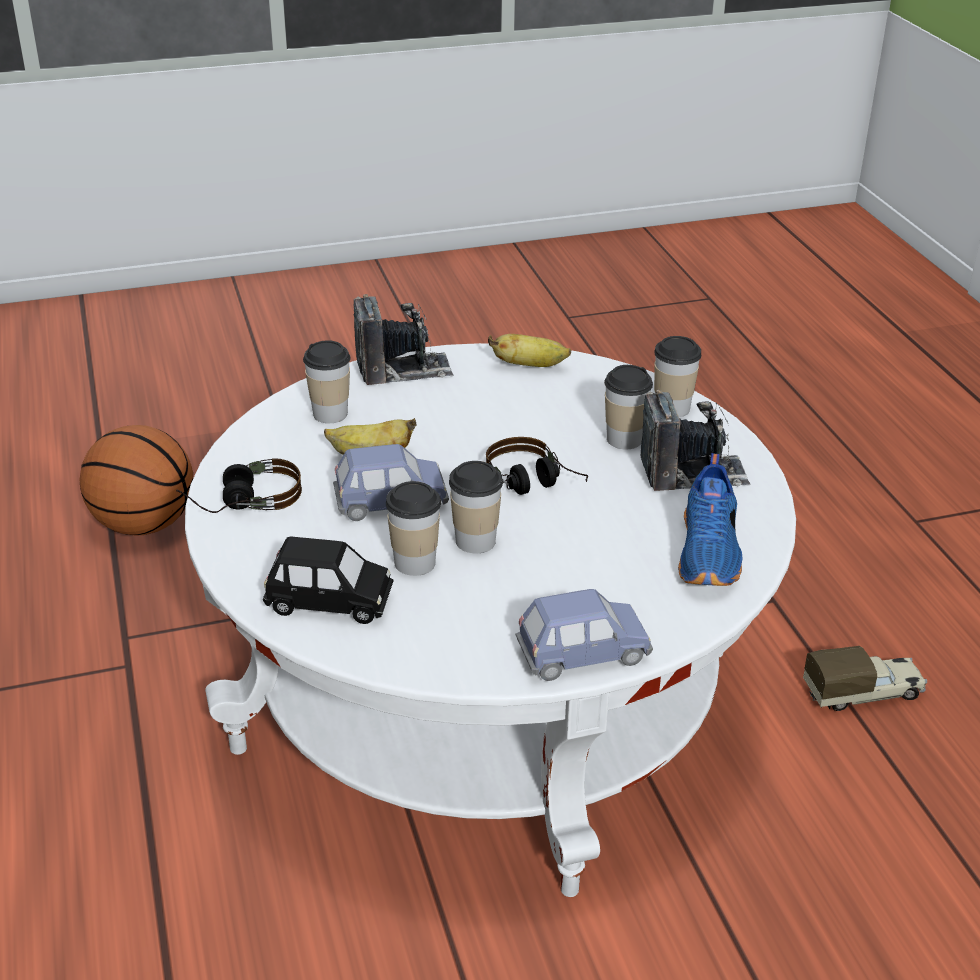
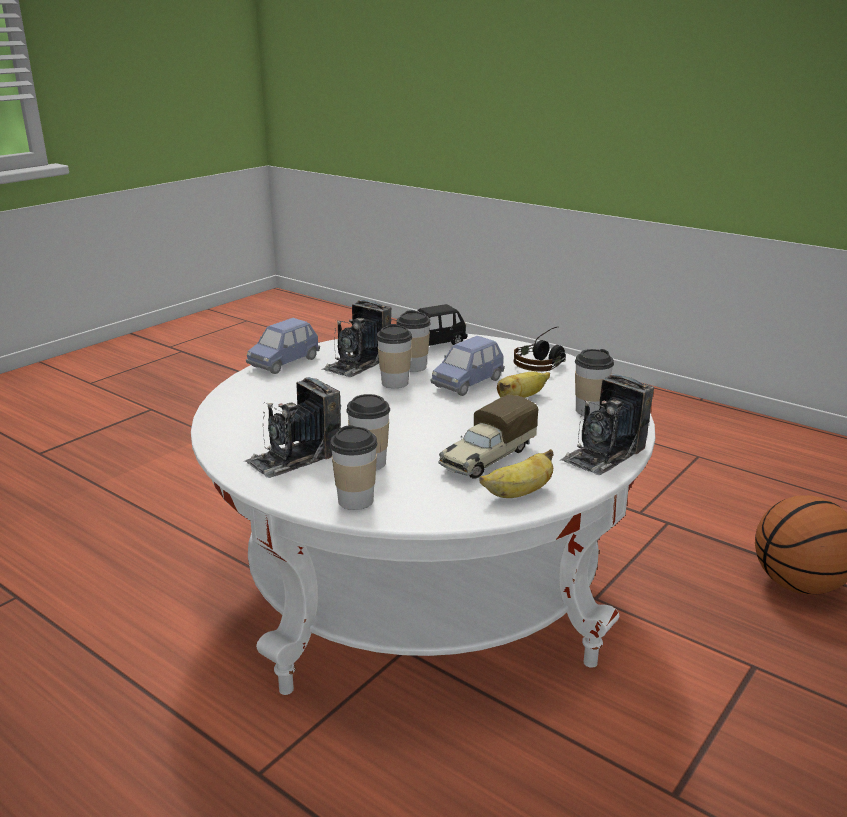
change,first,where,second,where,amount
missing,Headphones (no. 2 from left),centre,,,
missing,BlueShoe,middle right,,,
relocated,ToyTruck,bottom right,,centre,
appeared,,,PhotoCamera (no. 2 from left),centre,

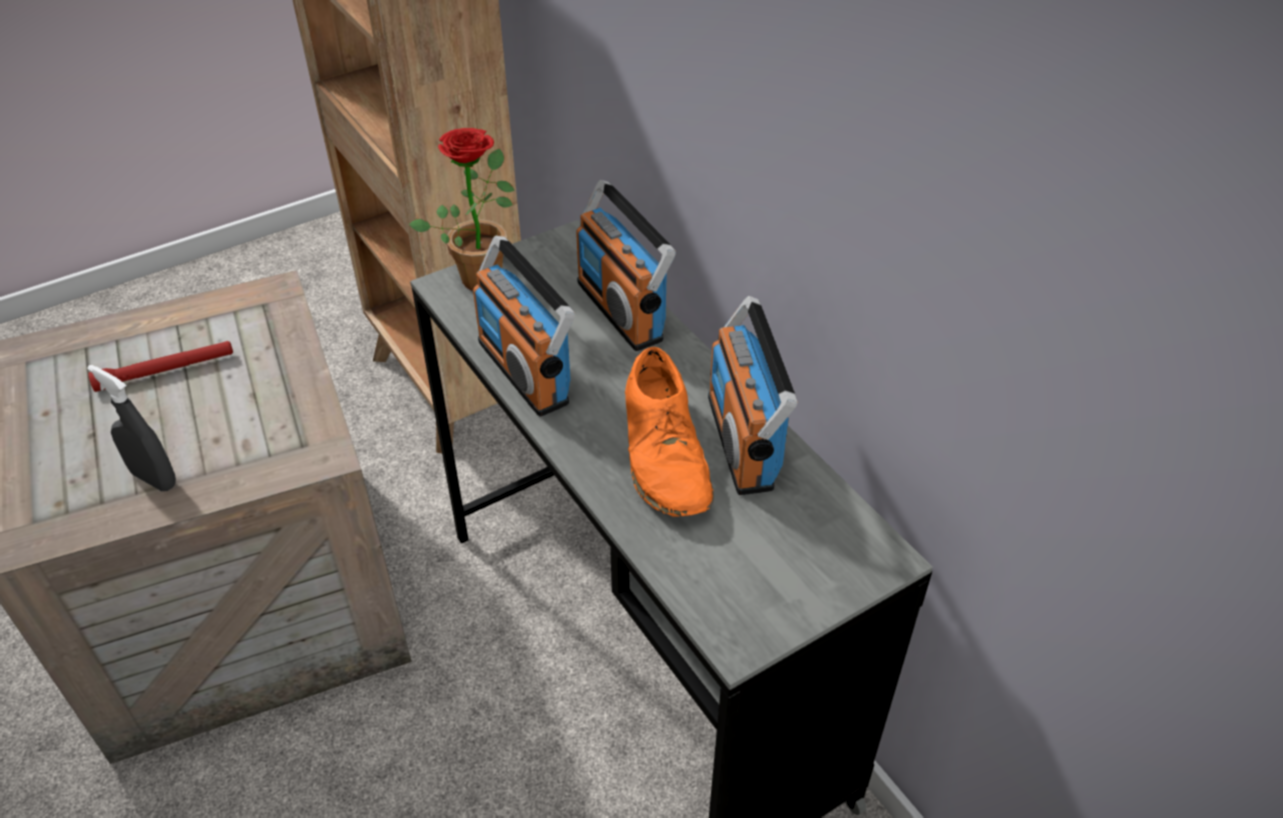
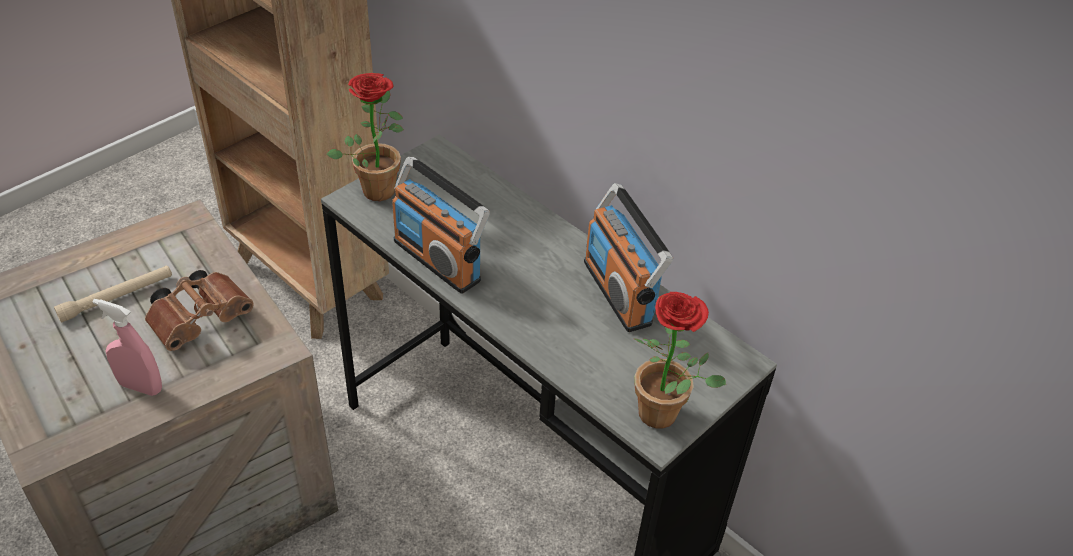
change,first,where,second,where,amount
colour,GraySprayBottle,middle left,PinkSprayBottle,middle left,
colour,RedTorch,middle left,SandColouredTorch,middle left,
missing,RadioSet (no. 2 from left),top centre,,,
missing,OrangeyShoe,centre,,,
appeared,,,BrownishPairOfBinoculars,middle left,
appeared,,,PottedPlant (no. 2 from left),centre,

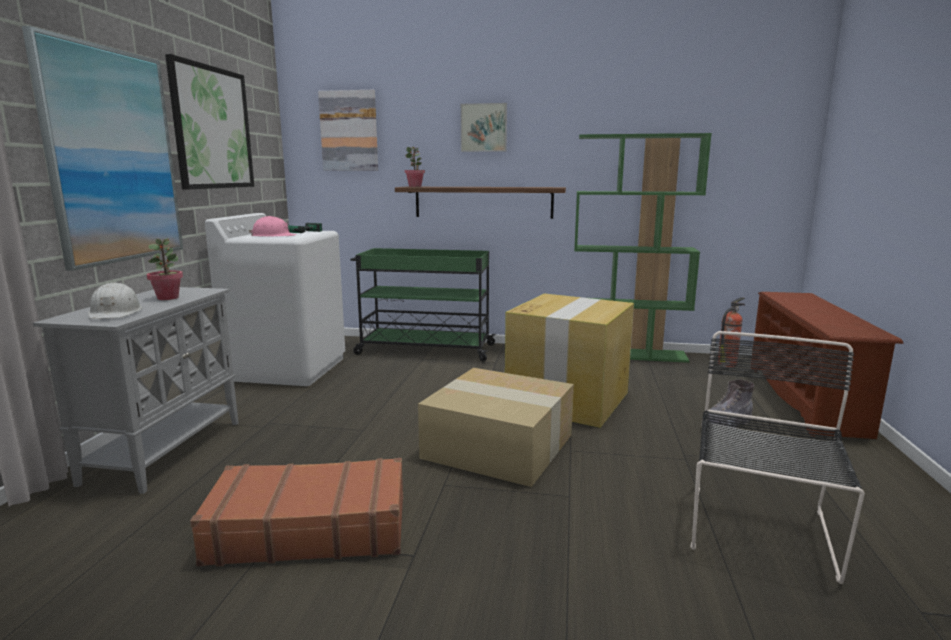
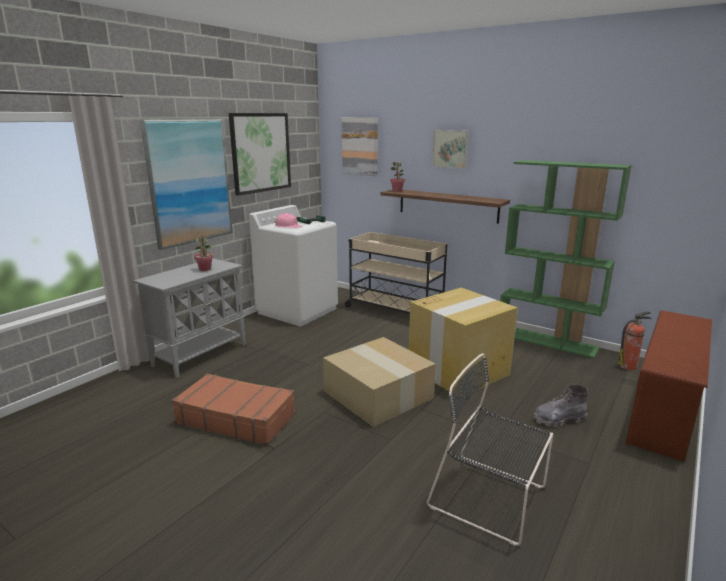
change,first,where,second,where,amount
missing,WhiteSafetyHelmet,middle left,,,
colour,GreenColouredWheeledCart,centre,SandColouredWheeledCart,centre,
spun,BlackColouredChair,bottom right,,bottom right,105 degrees counterclockwise

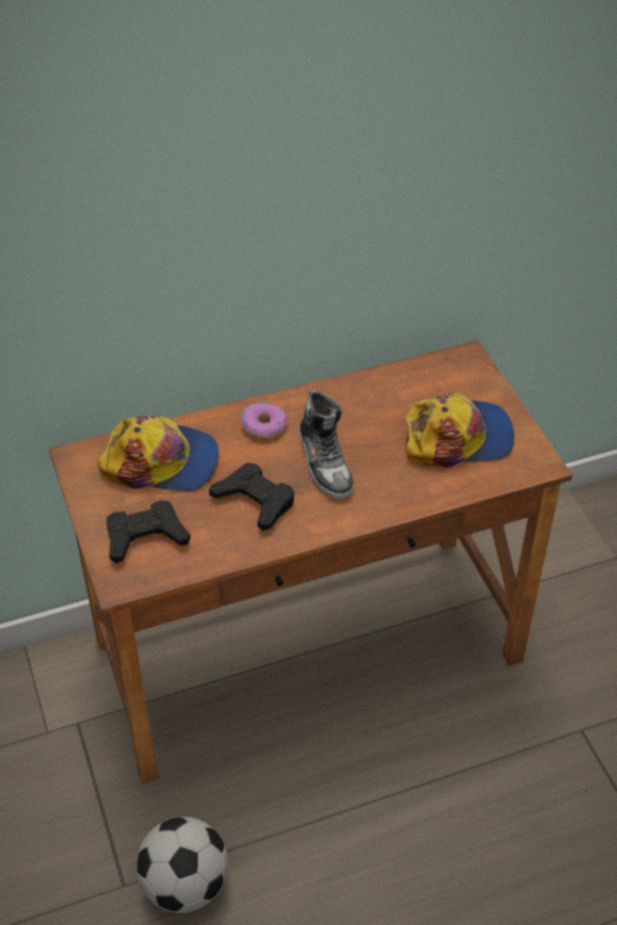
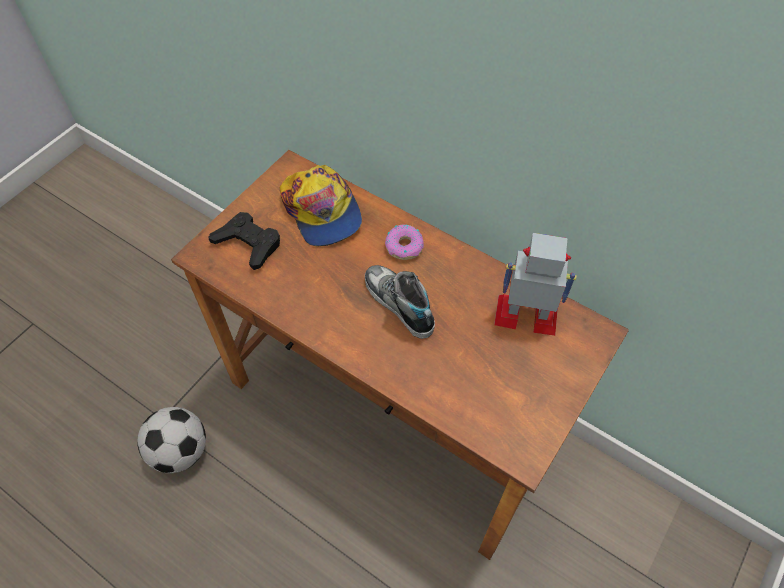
change,first,where,second,where,amount
missing,BlackColouredGamepad (no. 2 from left),centre,,,
spun,Shoe,centre,,centre,105 degrees clockwise
missing,PeakedCap (no. 2 from left),middle right,,,
appeared,,,ModelRobot,middle right,

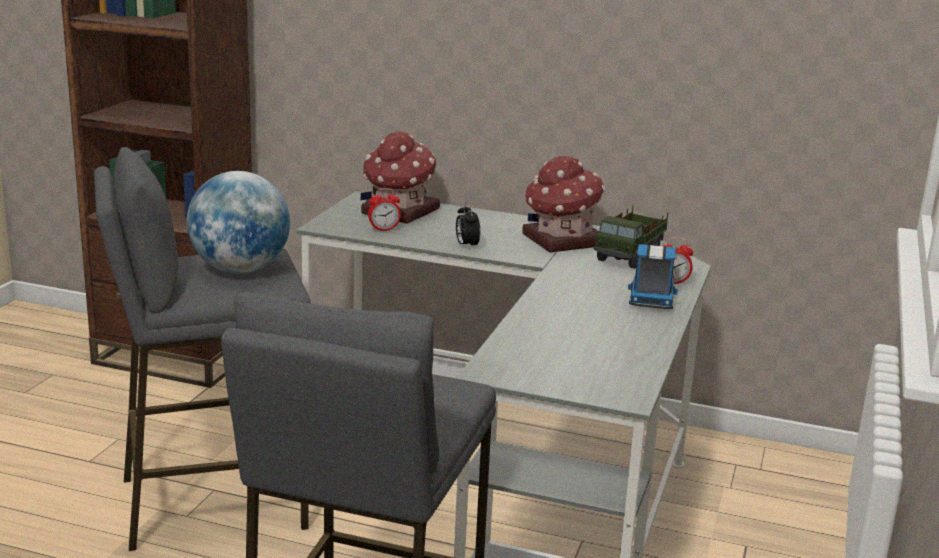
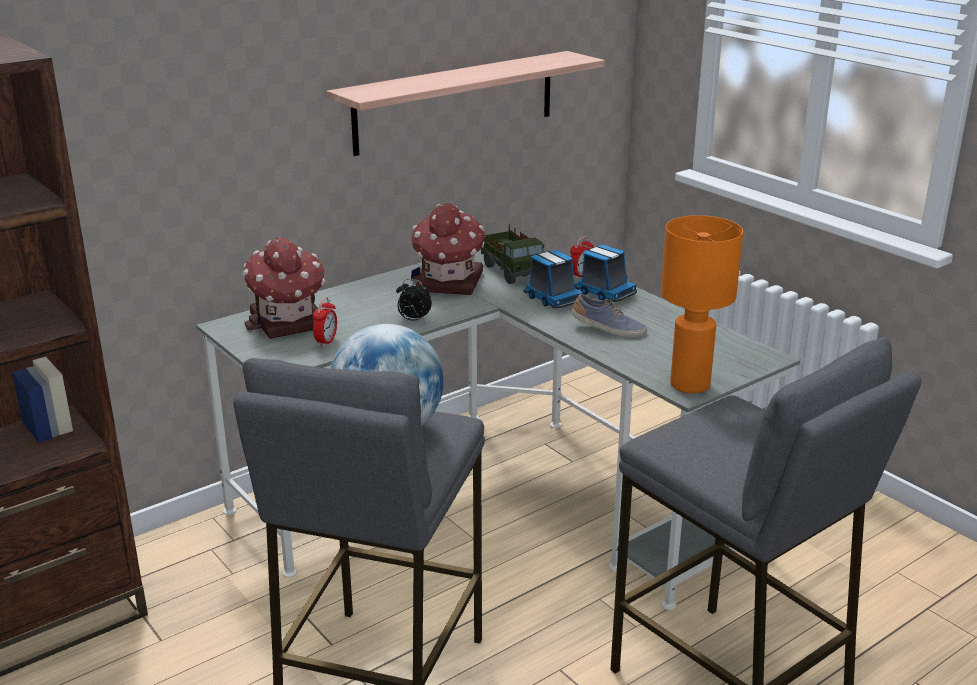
change,first,where,second,where,amount
appeared,,,BracketShelf,top centre,
appeared,,,ToyTruck (no. 2 from left),centre,
appeared,,,Shoe,centre,
appeared,,,OrangeyLampForATable,middle right,

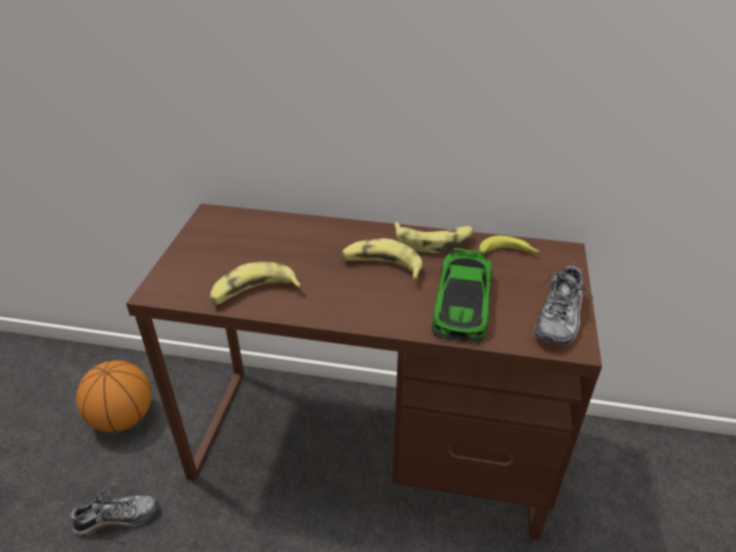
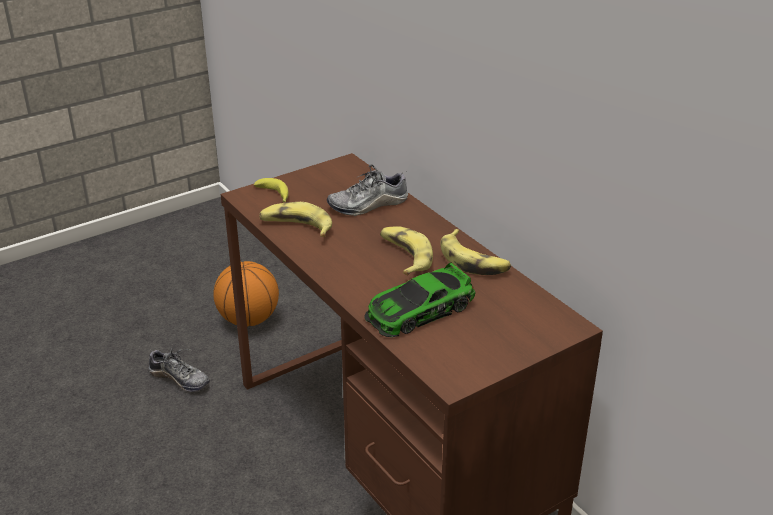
change,first,where,second,where,amount
relocated,WholeBanana (no. 4 from left in the first image),middle right,WholeBanana (no. 1 from left),centre,
relocated,Shoe (no. 2 from left),middle right,,centre,

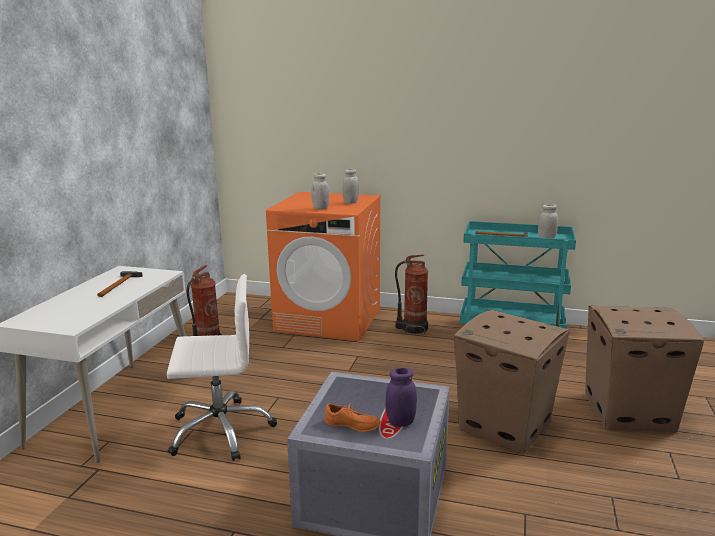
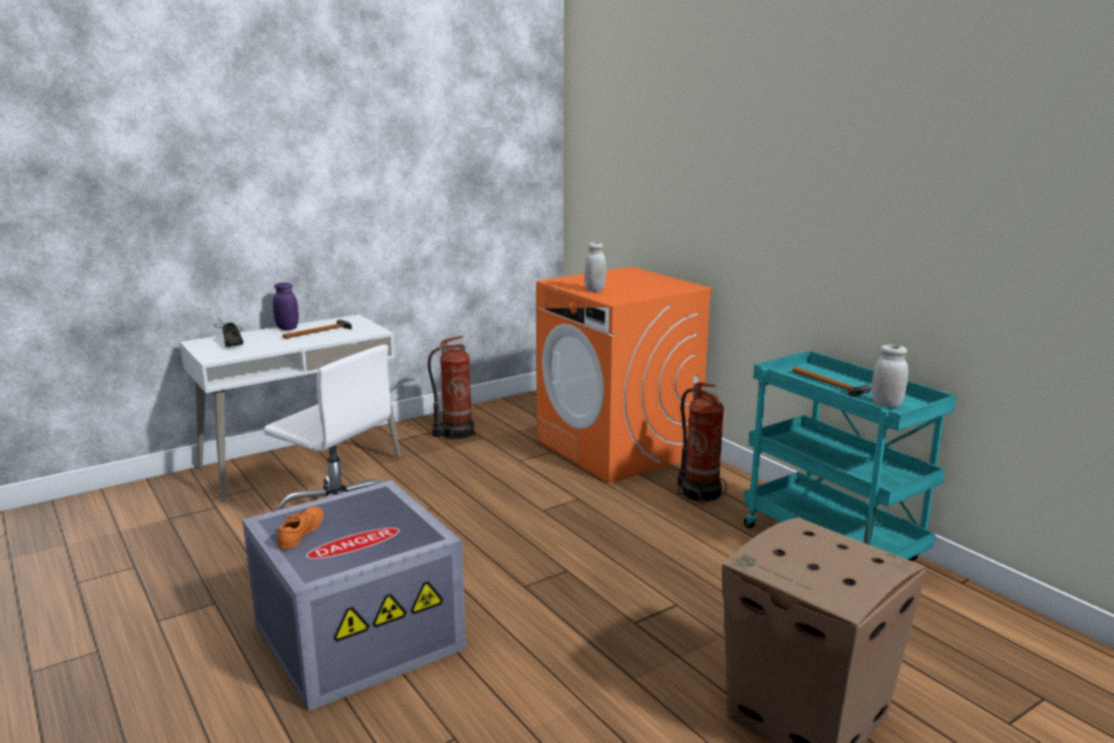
change,first,where,second,where,amount
spun,OrangeyShoe,bottom centre,,bottom left,135 degrees counterclockwise
missing,WhitePreserveJar (no. 2 from left),centre,,,
relocated,PurplePreserveJar,bottom centre,,middle left,
missing,CardboardBox (no. 1 from left),bottom right,,,
appeared,,,GrayShoe,middle left,

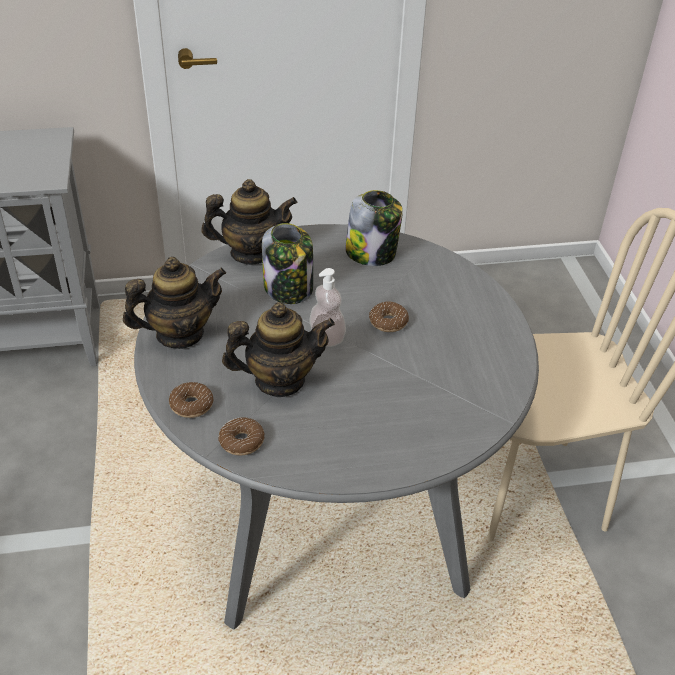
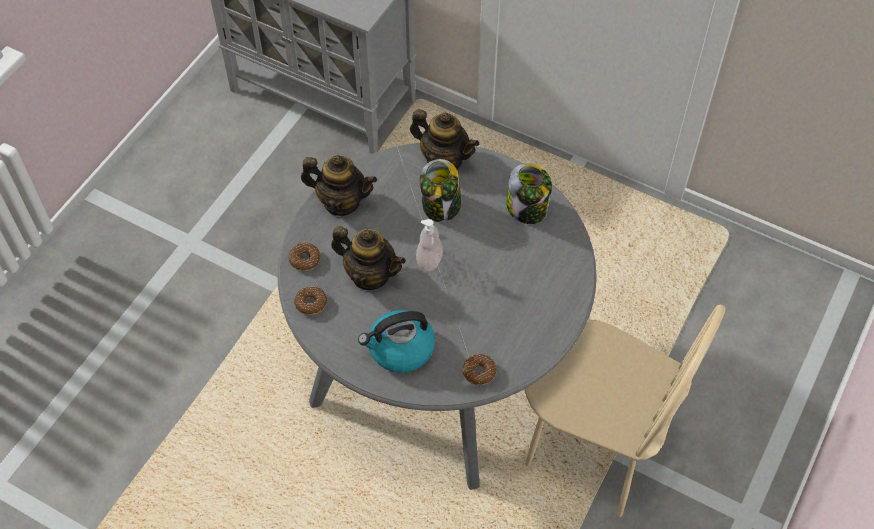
change,first,where,second,where,amount
relocated,Doughnut (no. 3 from left),centre,,bottom centre,
appeared,,,WaterKettle,centre,

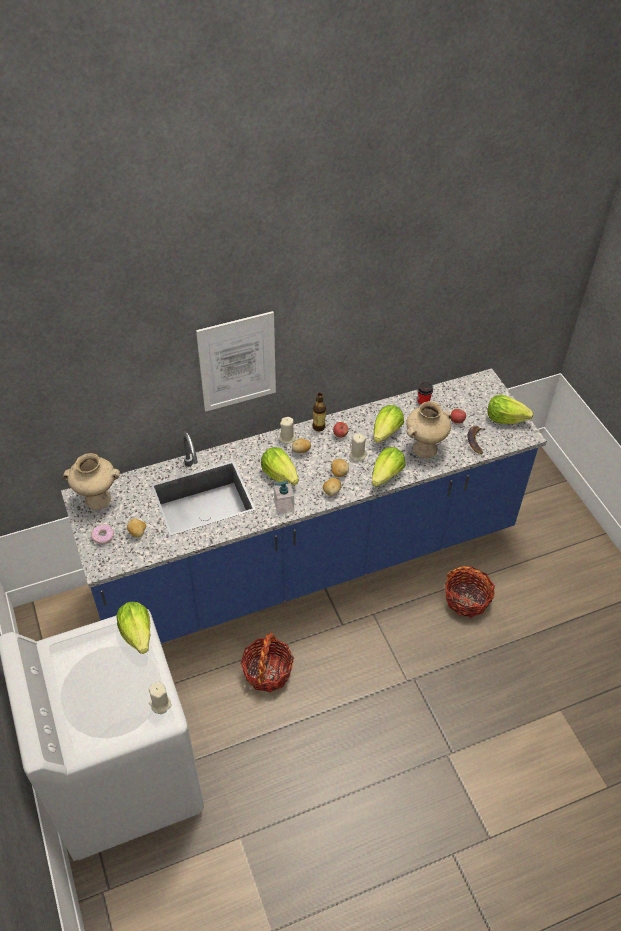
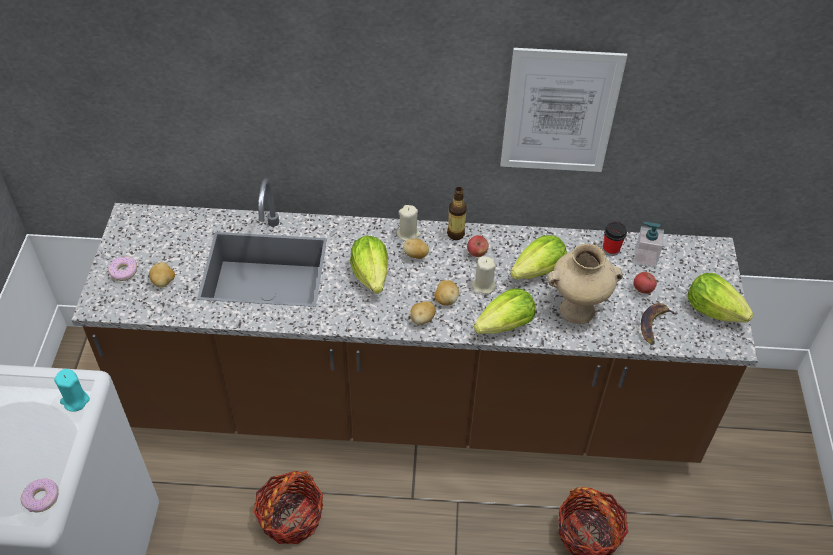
change,first,where,second,where,amount
colour,BlueCounter,centre,BrownishCounter,centre,
missing,SandColouredDecorativeVase (no. 1 from left),middle left,,,
exchanged,HeadOfLettuce (no. 1 from left),bottom left,BlueGreenWaxLight,bottom left,
exchanged,SandColouredWaxLight (no. 1 from left),bottom left,Doughnut (no. 1 from left),bottom left,
relocated,WallArt,centre,,top right,
relocated,LiquidSoapBottle,centre,,middle right,

